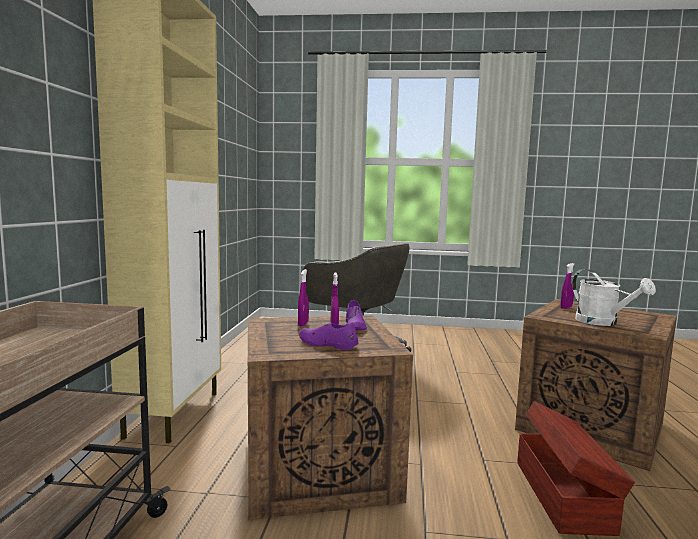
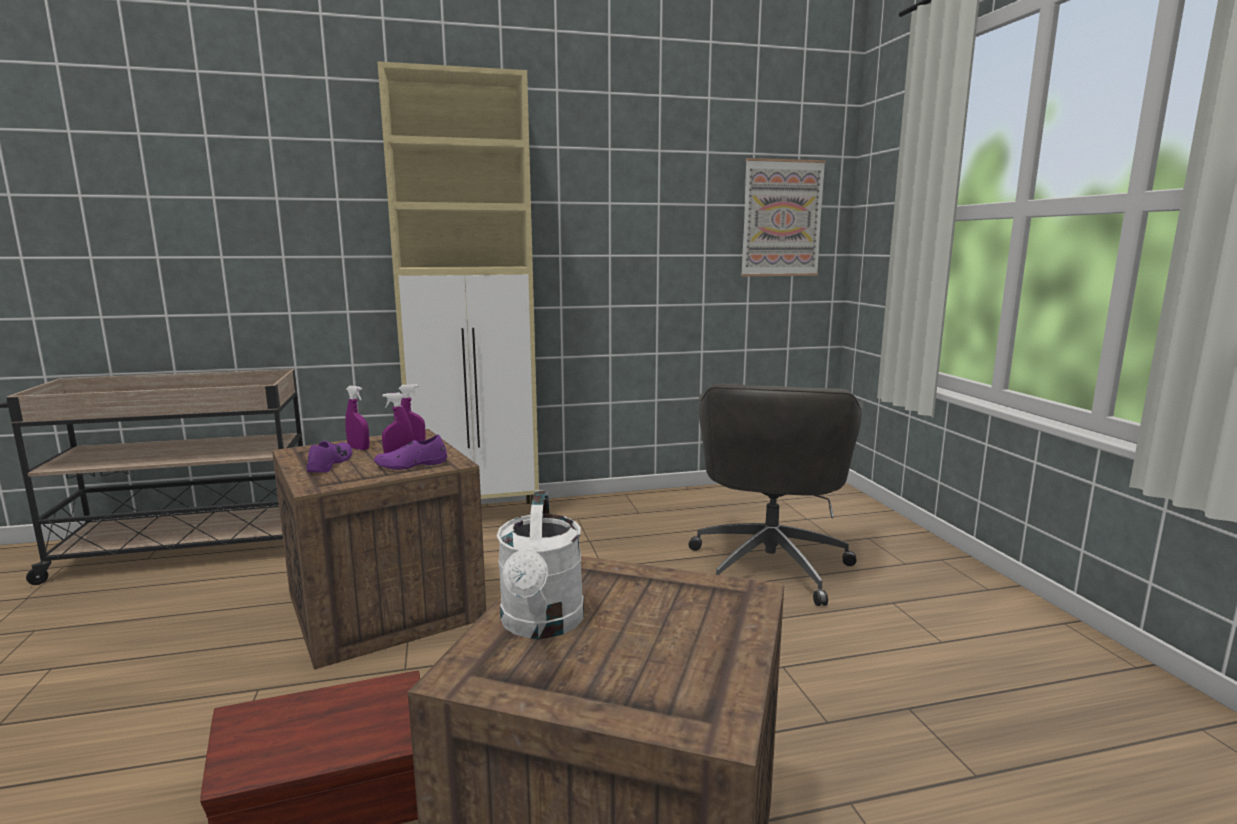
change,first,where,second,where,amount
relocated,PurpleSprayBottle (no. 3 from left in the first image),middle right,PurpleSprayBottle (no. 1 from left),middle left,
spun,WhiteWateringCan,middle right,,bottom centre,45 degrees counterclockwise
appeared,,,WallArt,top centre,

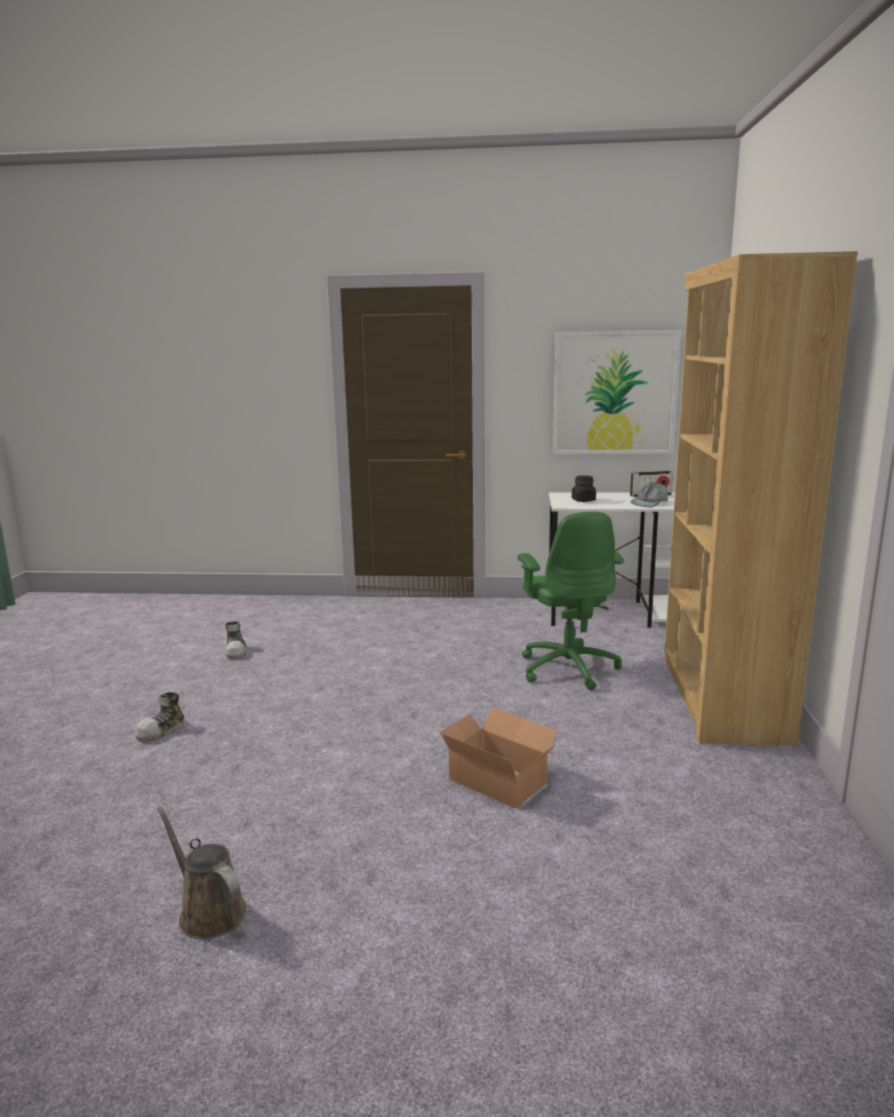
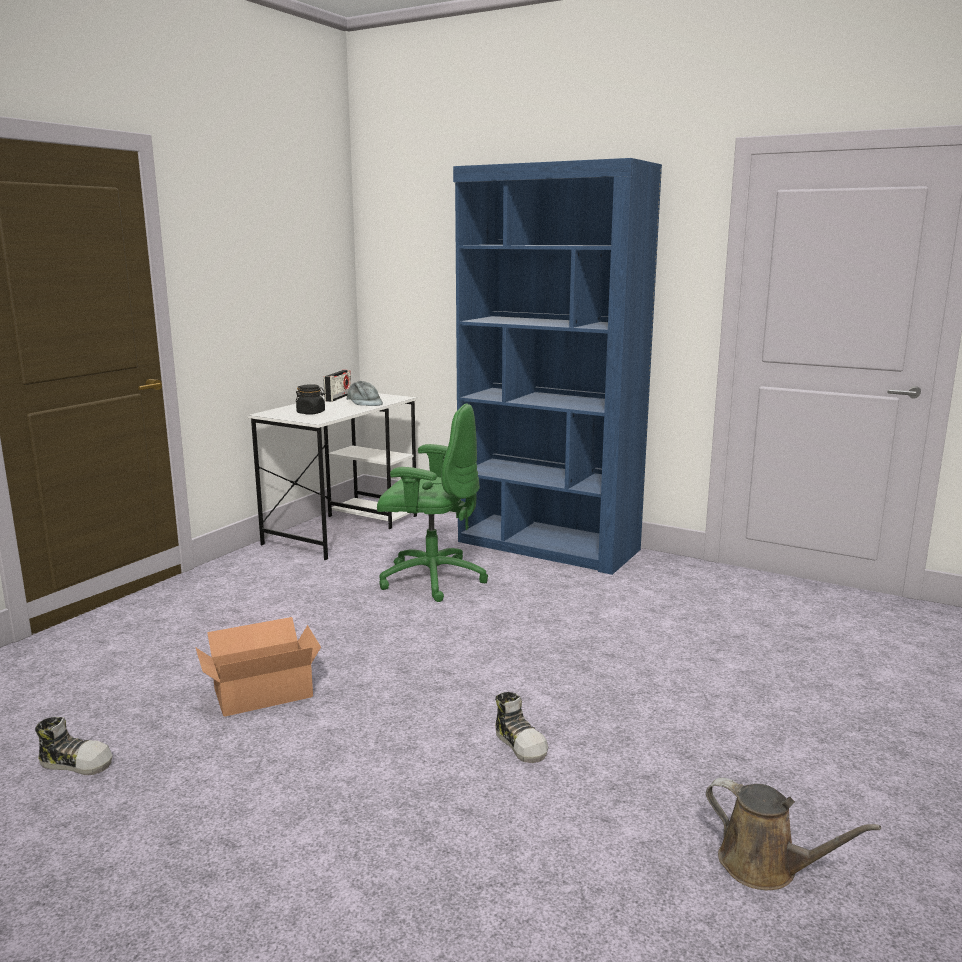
change,first,where,second,where,amount
relocated,Shoe (no. 1 from left in the first image),middle left,Shoe (no. 2 from left),bottom centre,
spun,BrownishWateringCan,bottom left,,bottom right,120 degrees counterclockwise
relocated,CardboardBox,bottom centre,,bottom left,
missing,WallArt,middle right,,,
colour,BrownishShelvingUnit,middle right,BlueShelvingUnit,centre,

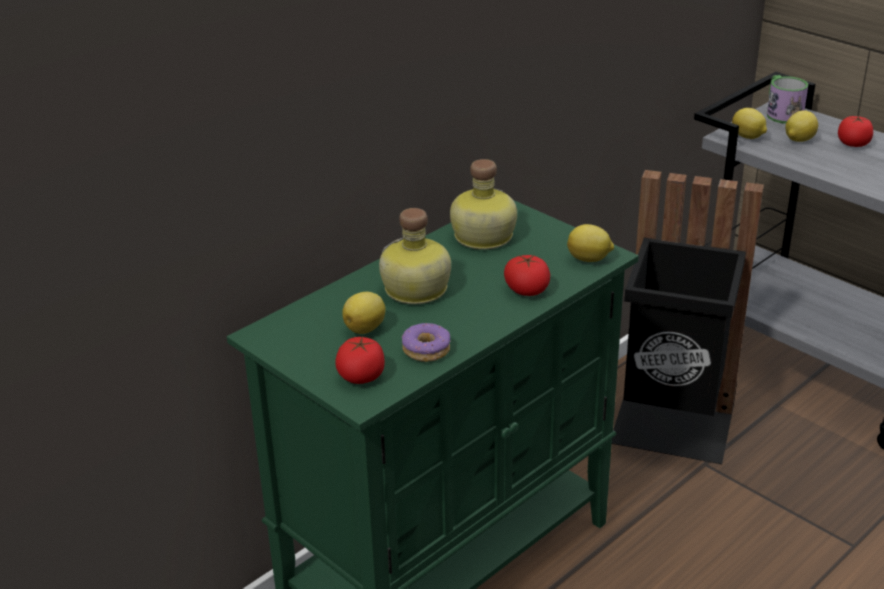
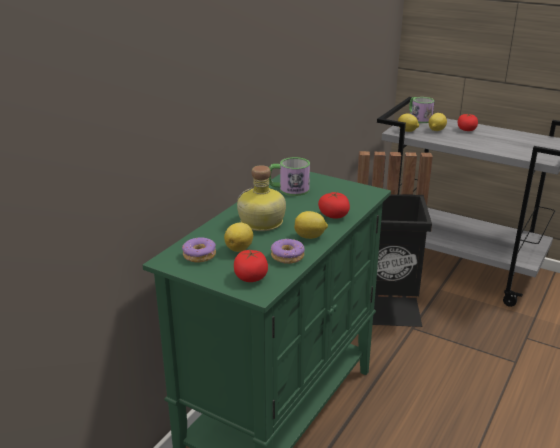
change,first,where,second,where,amount
exchanged,BeverageBottle (no. 2 from left),centre,Mug (no. 1 from left),centre,
relocated,Lemon (no. 2 from left),middle right,,centre,
appeared,,,Doughnut (no. 1 from left),centre,

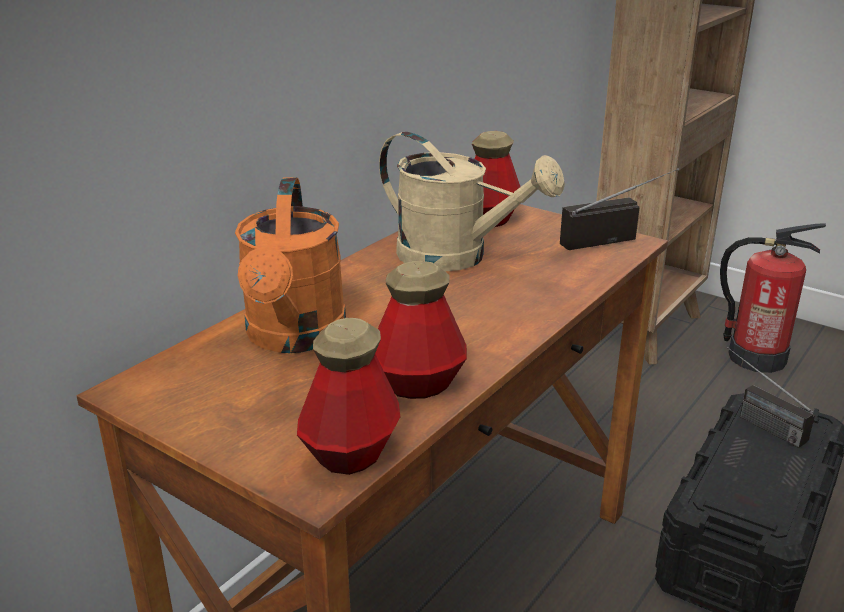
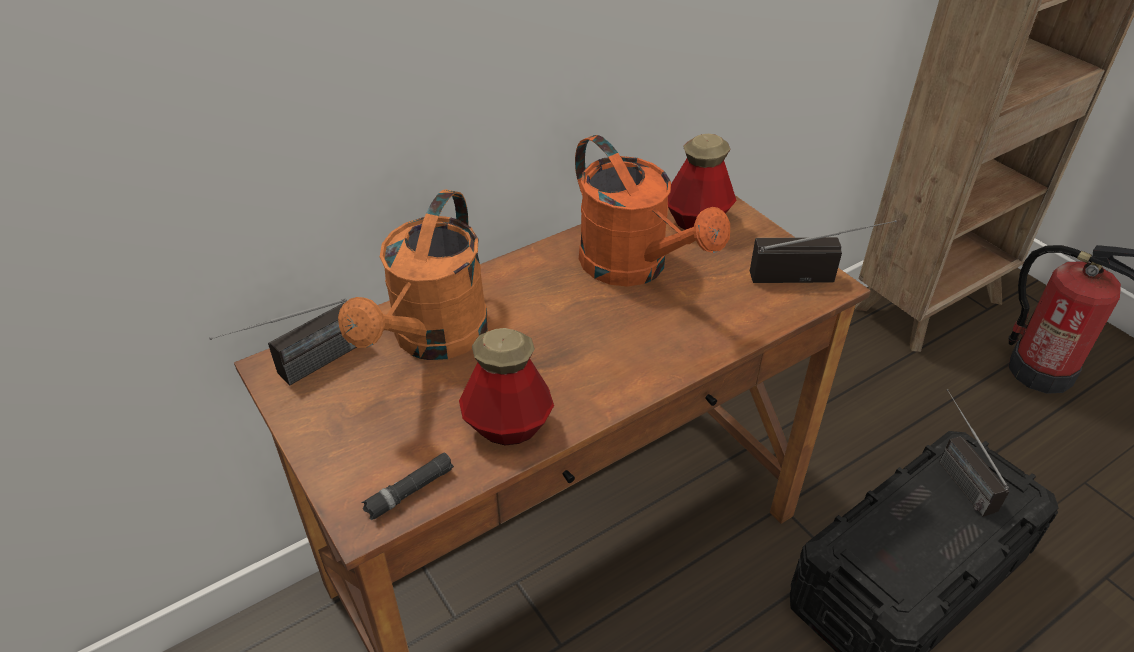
change,first,where,second,where,amount
exchanged,BeverageBottle (no. 1 from left),centre,BlackColouredTorch,bottom centre,
colour,SandColouredWateringCan,top centre,OrangeyWateringCan (no. 2 from left),top centre,
appeared,,,RadioSet (no. 1 from left),middle left,

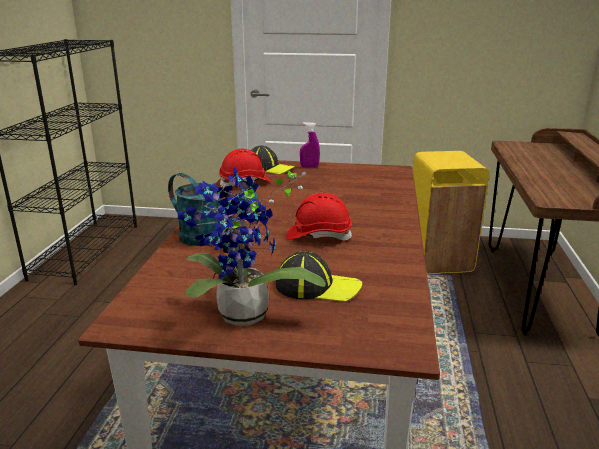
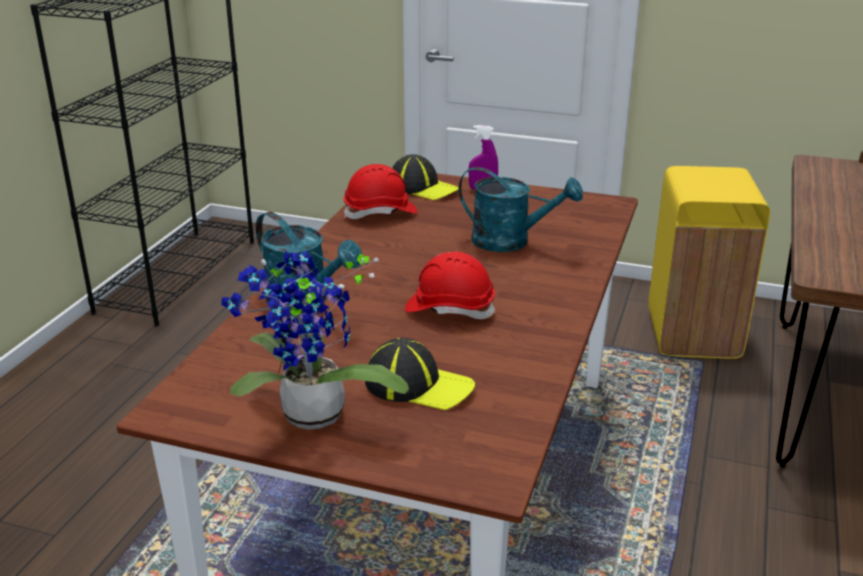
change,first,where,second,where,amount
appeared,,,BlueGreenWateringCan (no. 2 from left),centre,

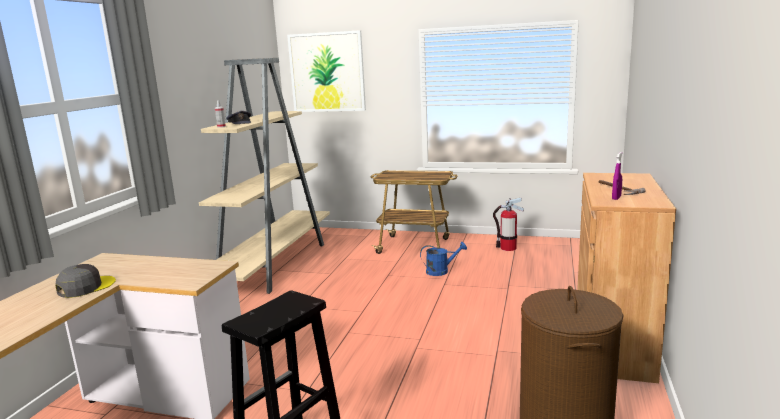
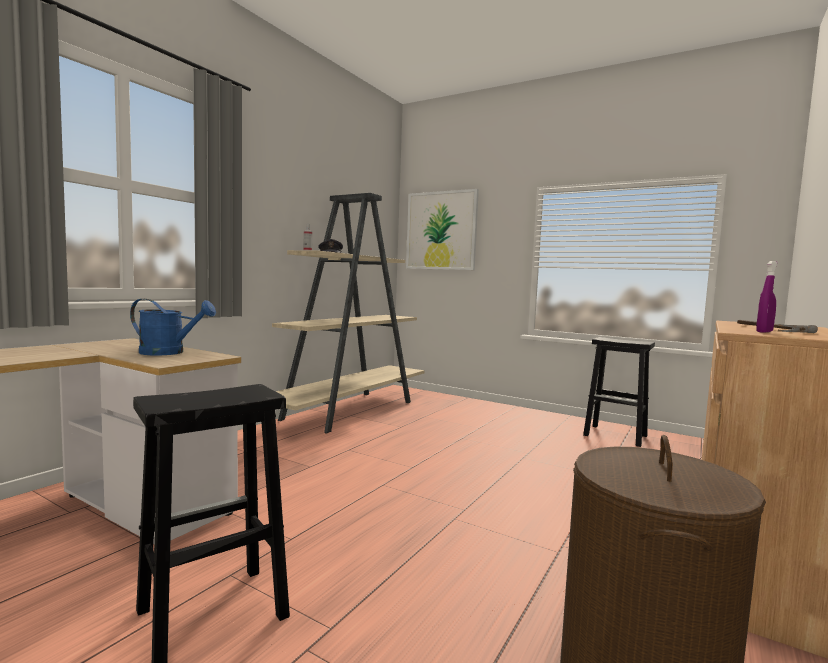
change,first,where,second,where,amount
missing,GrayPeakedCap (no. 1 from left),bottom left,,,
missing,WheeledCart,centre,,,
relocated,BlueWateringCan,centre,,middle left,
exchanged,FireFightingCylinder,centre,BlackColouredStool (no. 2 from left),middle right,

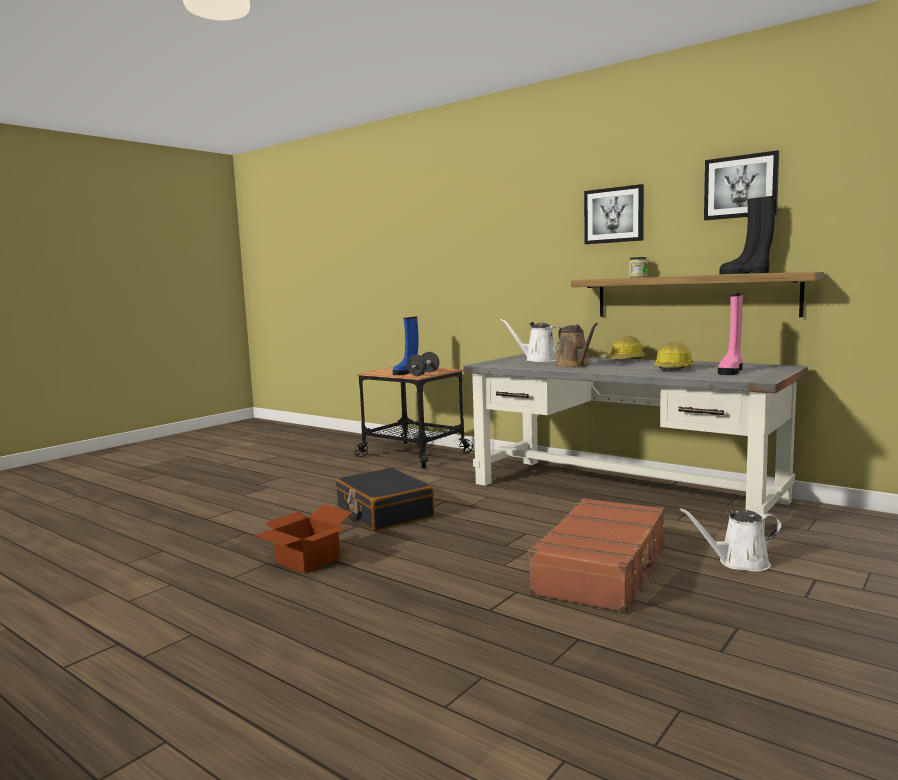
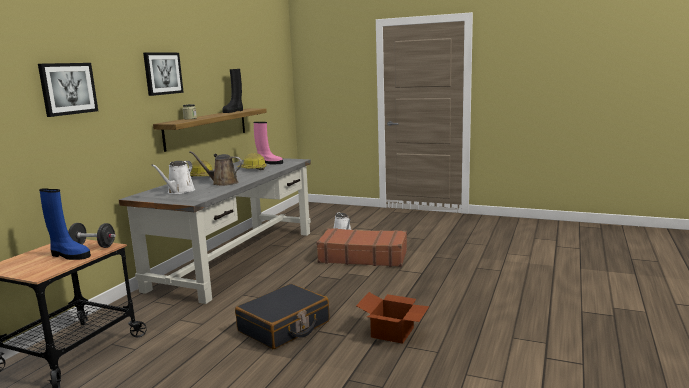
change,first,where,second,where,amount
spun,BrownishWateringCan,centre,,middle left,135 degrees counterclockwise
relocated,WallArt (no. 2 from left in the first image),top right,WallArt (no. 1 from left),top left,

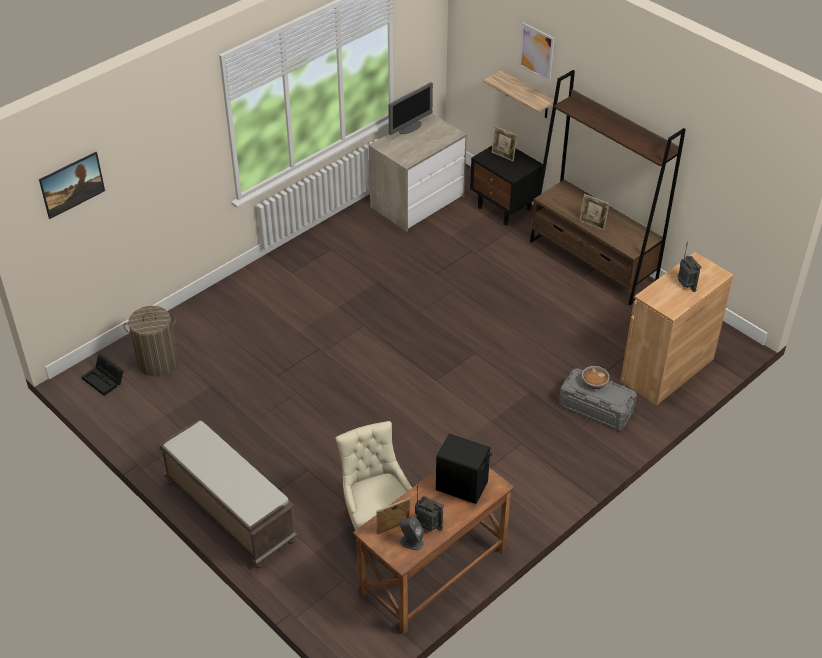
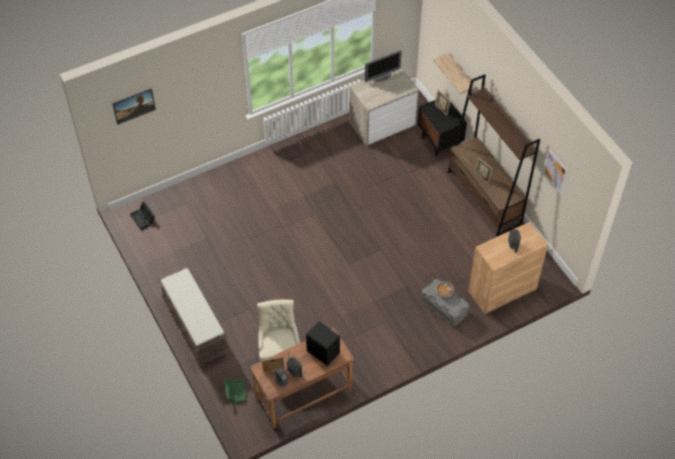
change,first,where,second,where,amount
missing,Hamper,middle left,,,
relocated,WallArt (no. 2 from left),top centre,,middle right,
appeared,,,GreenColouredStorageContainer,bottom centre,

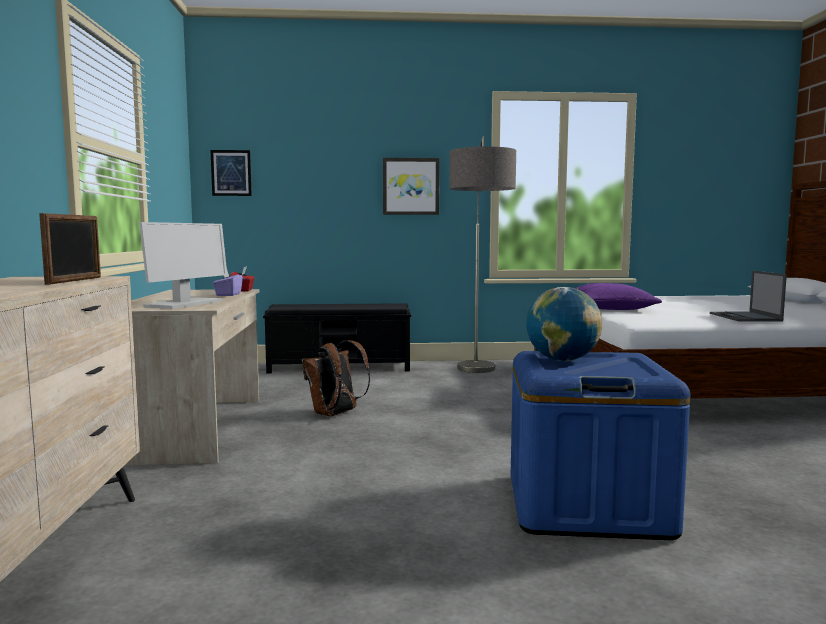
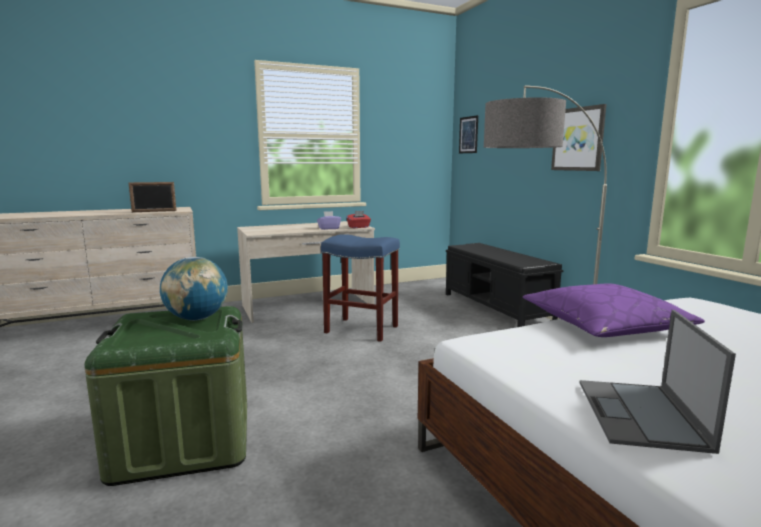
change,first,where,second,where,amount
missing,ComputerDisplay,middle left,,,
exchanged,BrownishRucksack,centre,BlueStool,centre,
colour,BlueStorageContainer,bottom right,GreenColouredStorageContainer,bottom left,
spun,NotebookComputer,middle right,,bottom right,60 degrees counterclockwise

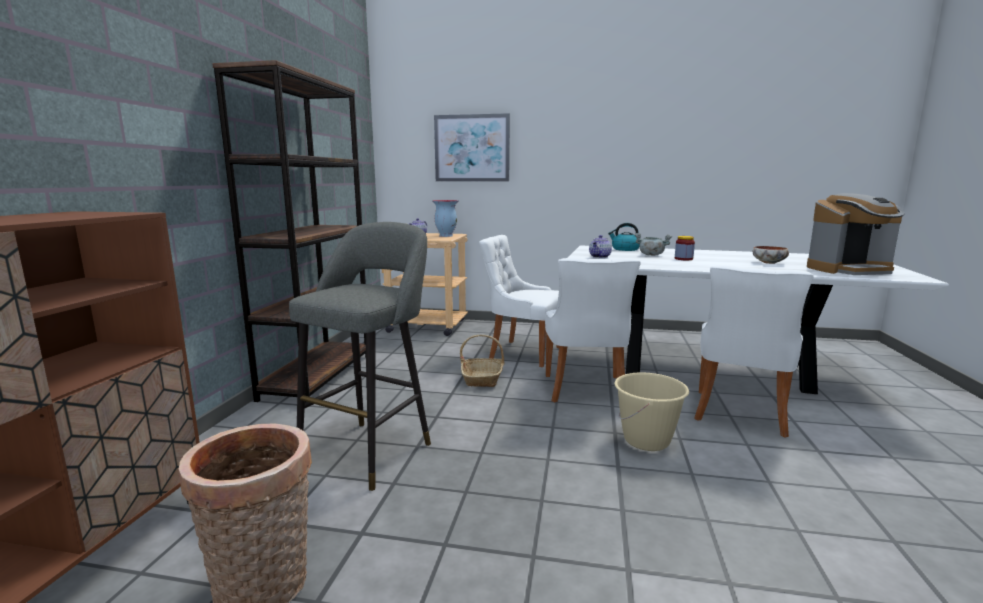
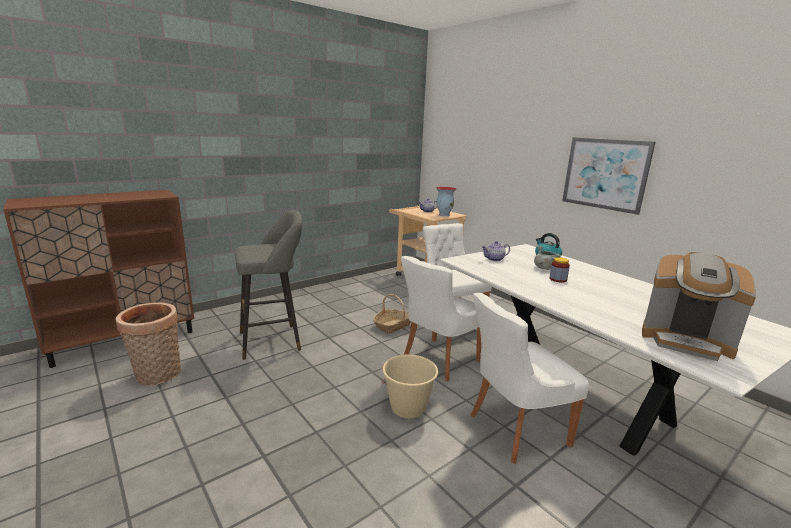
change,first,where,second,where,amount
missing,BrownishShelvingUnit,middle left,,,
relocated,WallArt,top centre,,middle right,
missing,DeepDish,middle right,,,

